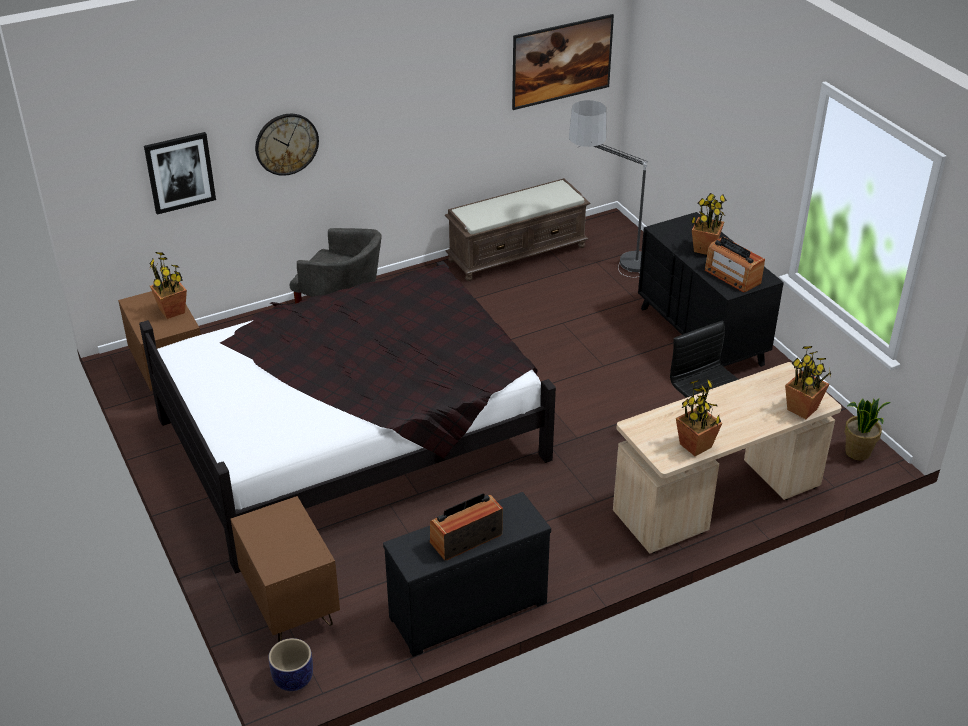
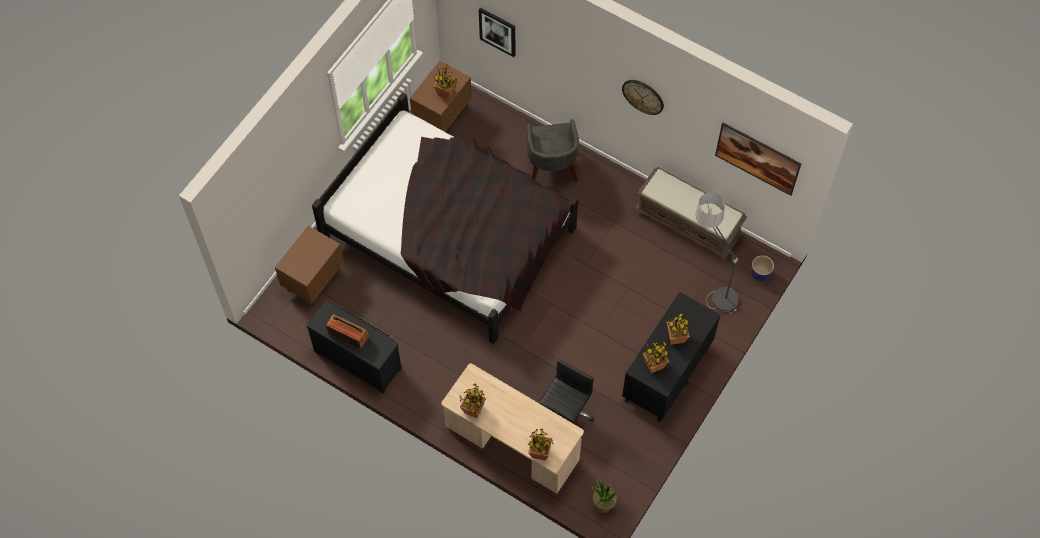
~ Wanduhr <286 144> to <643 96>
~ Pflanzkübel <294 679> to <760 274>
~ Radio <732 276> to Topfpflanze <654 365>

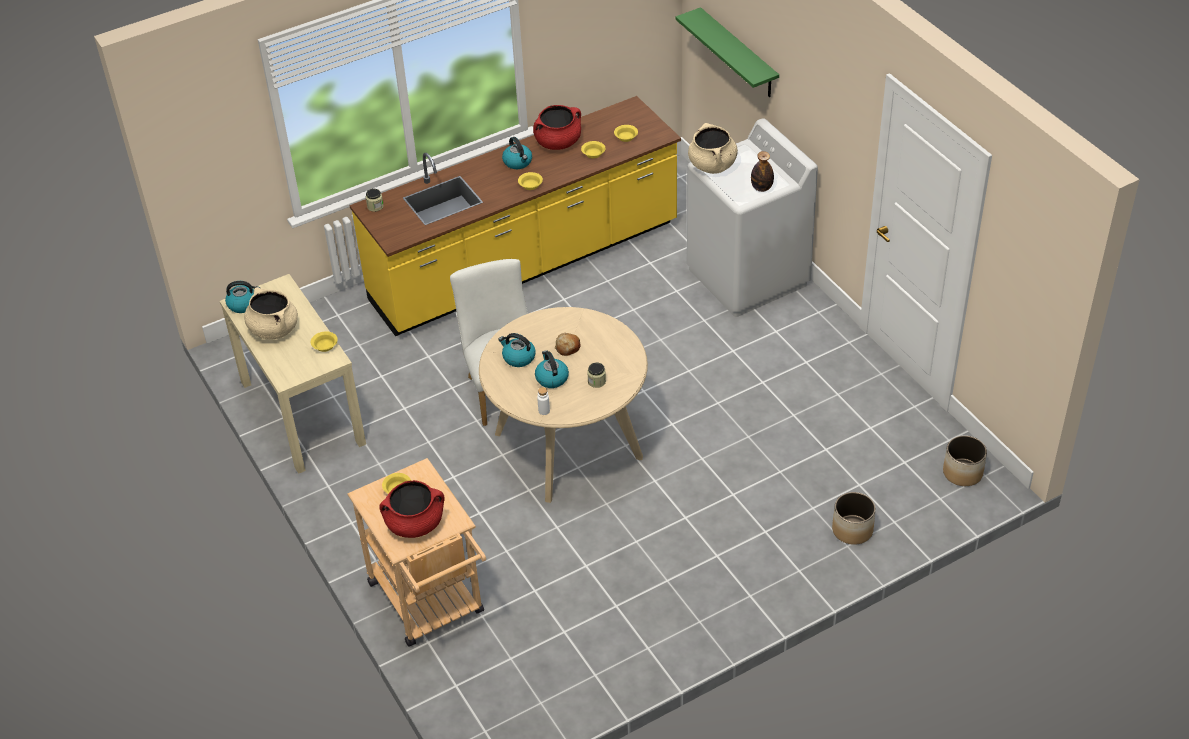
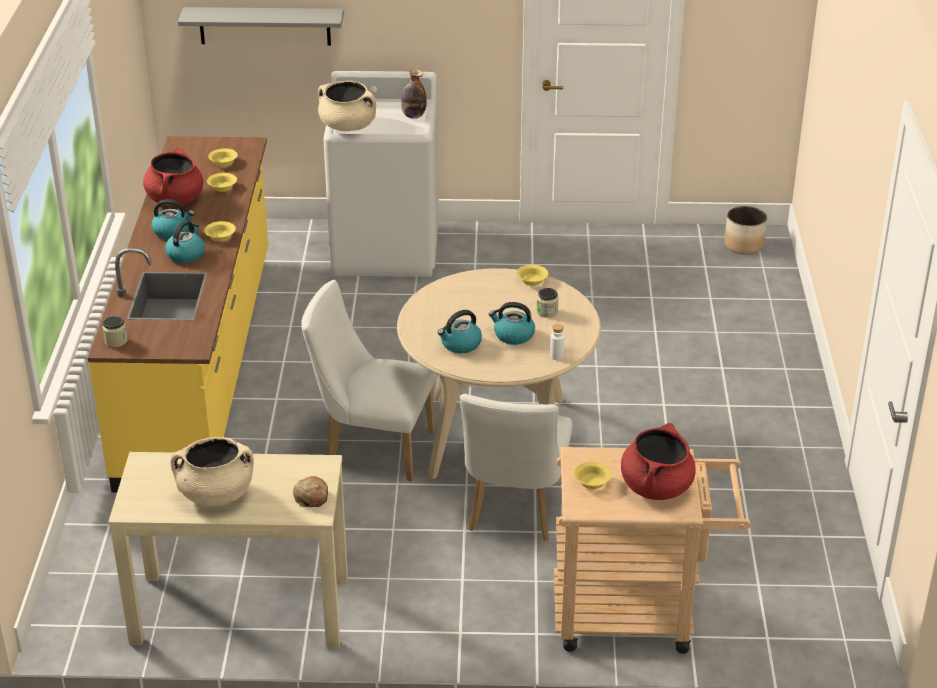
~ Wasserkessel <243 304> to <186 254>
~ Schüssel/gelb <324 346> to <531 281>
~ Brot <567 347> to <311 497>
~ Wandregal/grün <738 54> to Wandregal/grau <265 26>
- Pflanzkübel <852 530>
+ Stuhl/weiß <514 512>

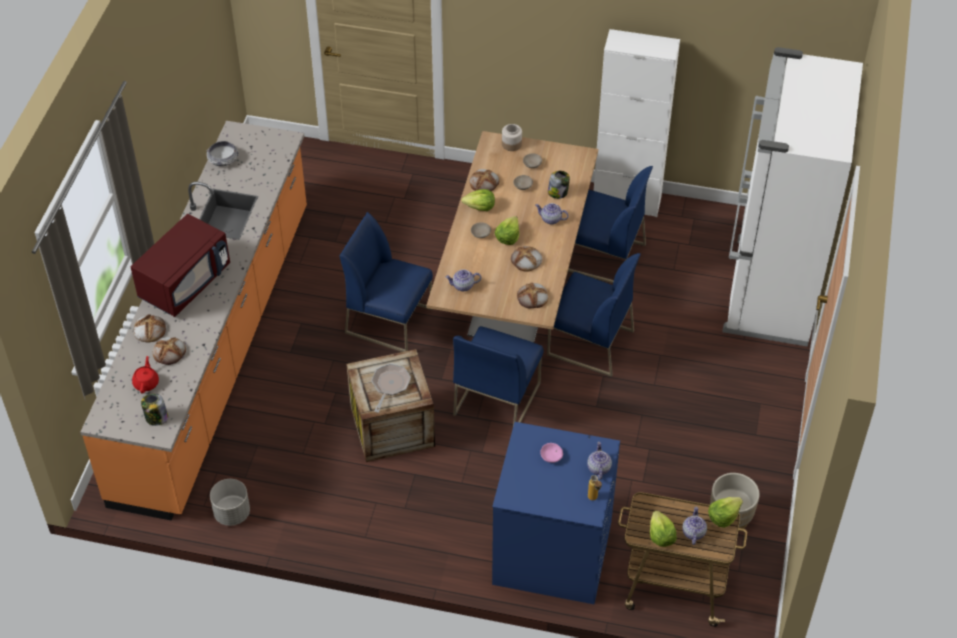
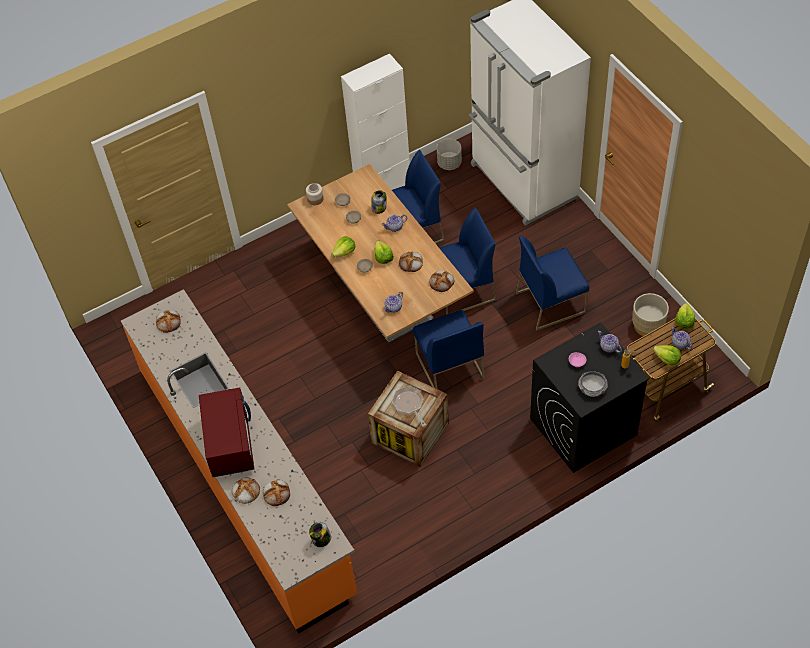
- Teekanne/rot <146 383>
~ Schüssel <223 159> to <592 387>
~ Pflanzkübel/grau <232 513> to <449 163>
~ Stuhl/blau <390 320> to <550 302>
~ Brot <484 182> to <168 322>
~ Waschmaschine/blau <551 553> to Waschmaschine/schwarz <583 427>

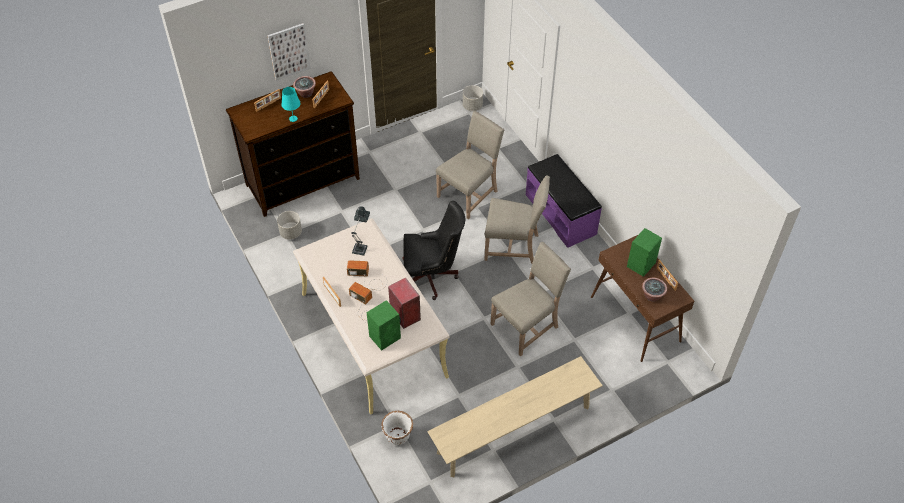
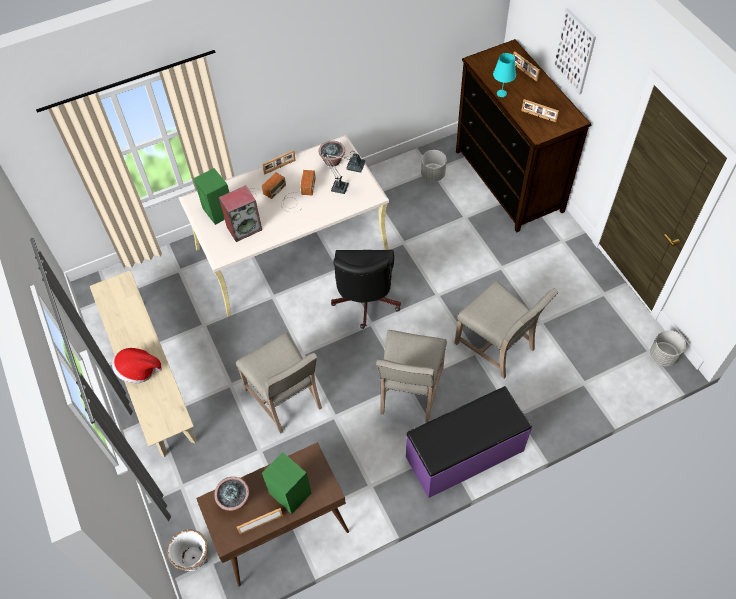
~ Topfpflanze <305 93> to <332 161>
~ Pflanzkübel/weiß <398 436> to <194 558>
+ Hut <138 371>

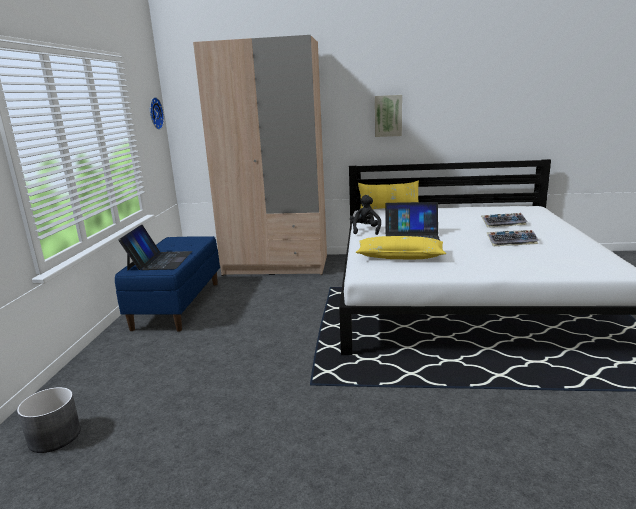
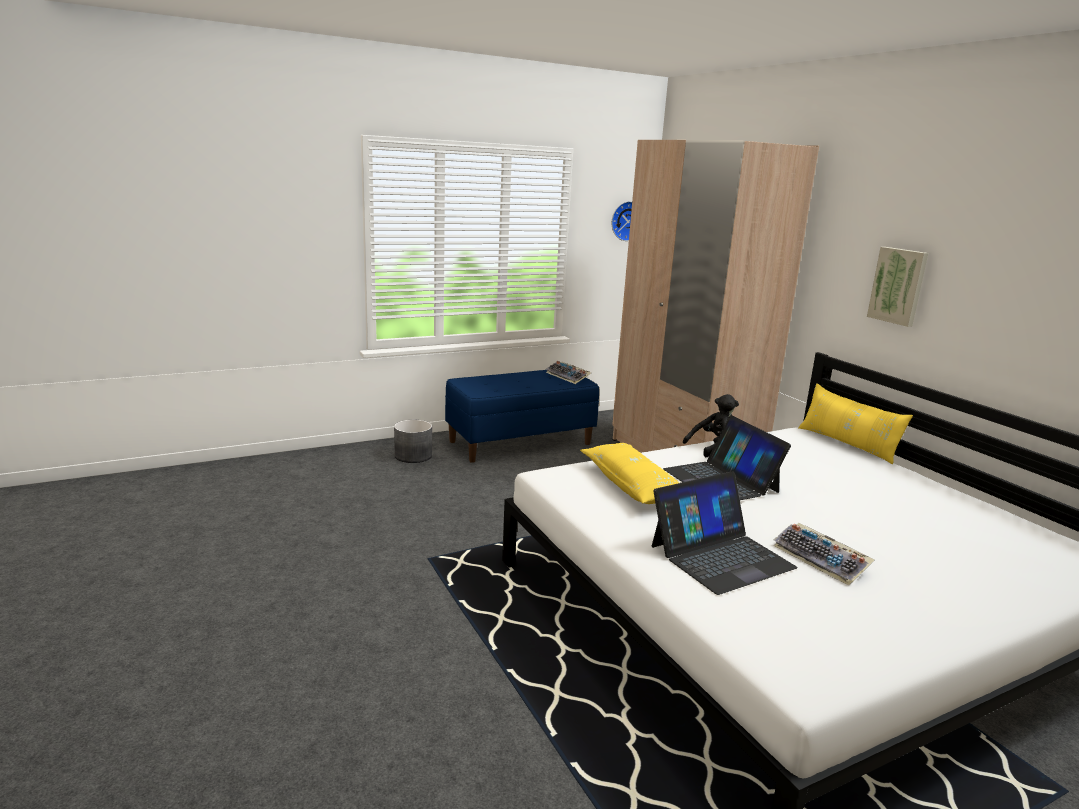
~ Pflanzkübel/grau <55 436> to <413 456>
~ Laptop <159 260> to <721 556>
~ Tastatur <503 223> to <568 377>

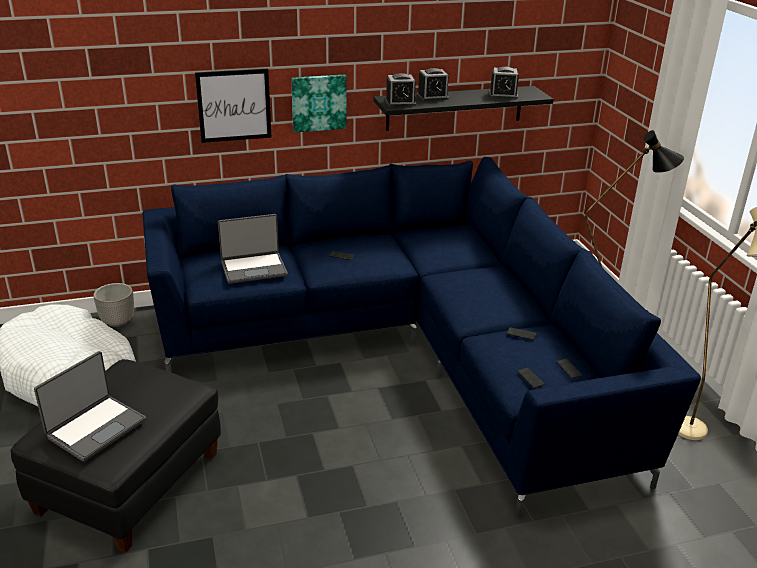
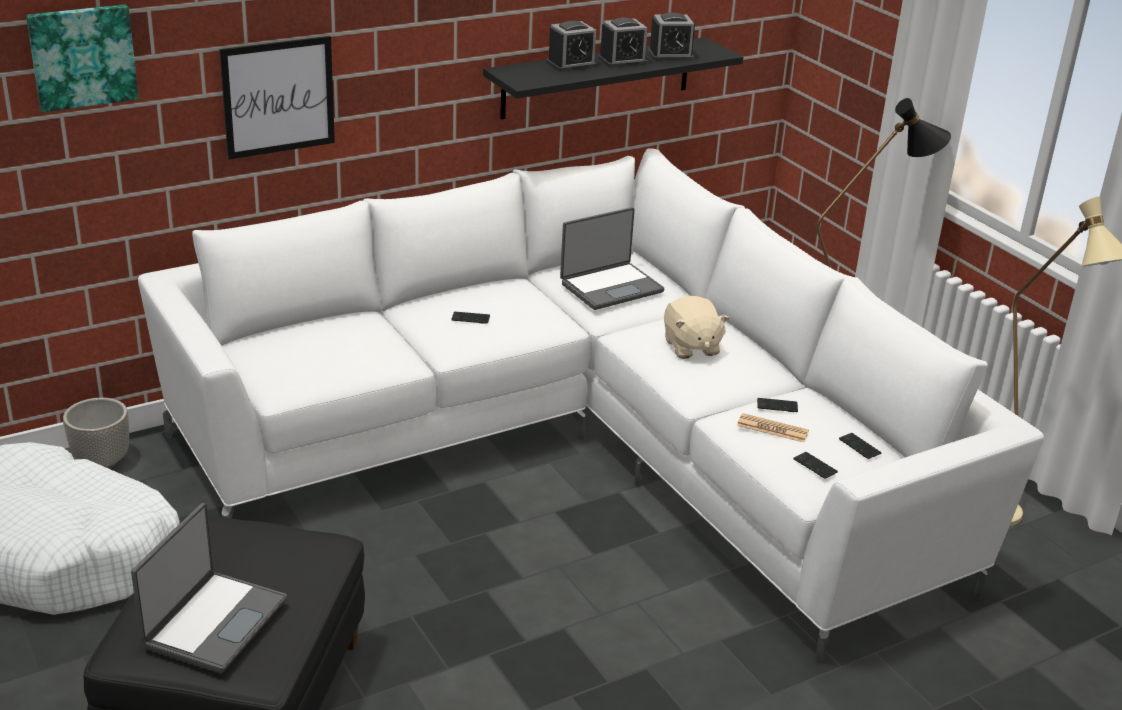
~ Sofa/blau <409 350> to Sofa/weiß <579 450>
~ Laptop <254 268> to <610 287>
~ Bild <318 102> to <82 56>
~ Wecker <400 103> to <622 61>
+ Plüschtier/beige <691 347>
+ Zeitung <772 429>

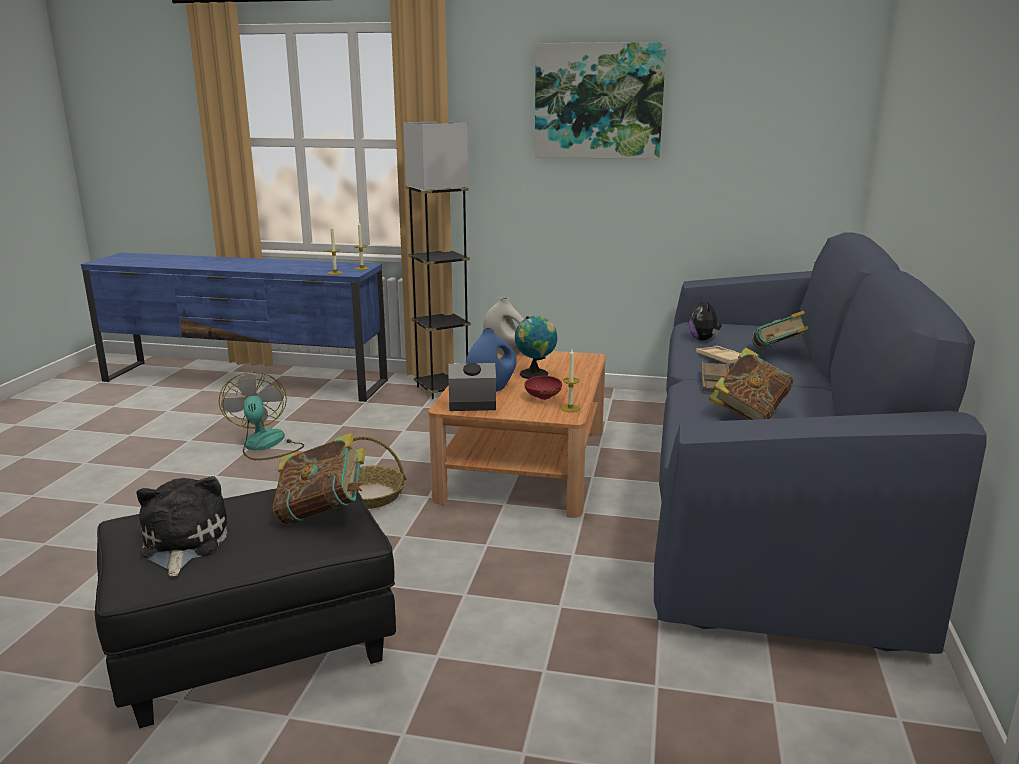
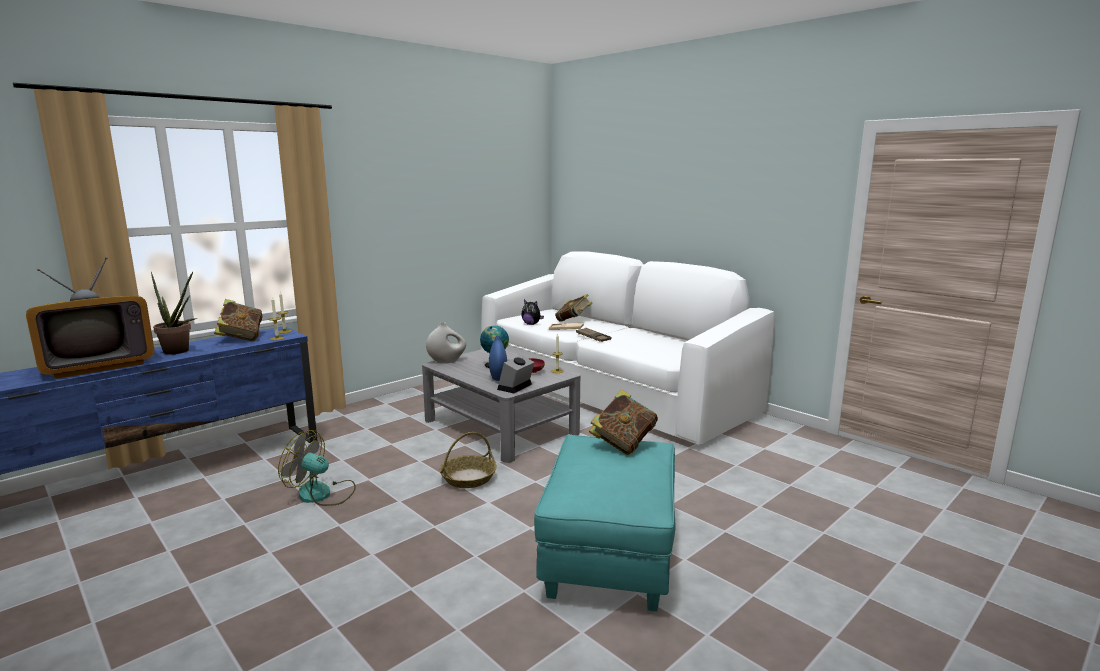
~ Polsterhocker/schwarz <256 650> to Polsterhocker/türkis <609 556>
- Plüschtier <182 544>
- Stehlampe/grau <442 389>
~ Couchtisch/braun <524 464> to Couchtisch/grau <500 427>
- Bild <598 101>
~ Sofa/blau <765 489> to Sofa/weiß <609 391>
~ Buch <749 414> to <241 338>
+ Fernseher <97 365>
+ Topfpflanze <180 352>

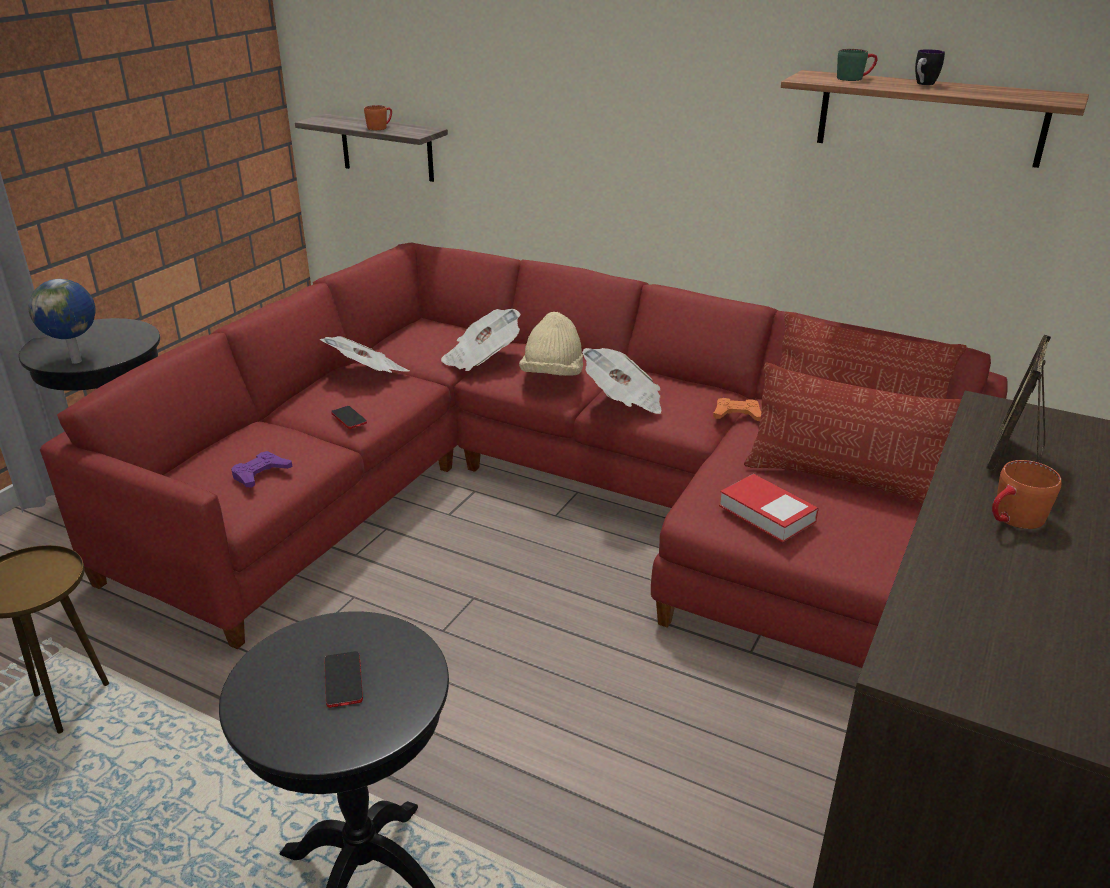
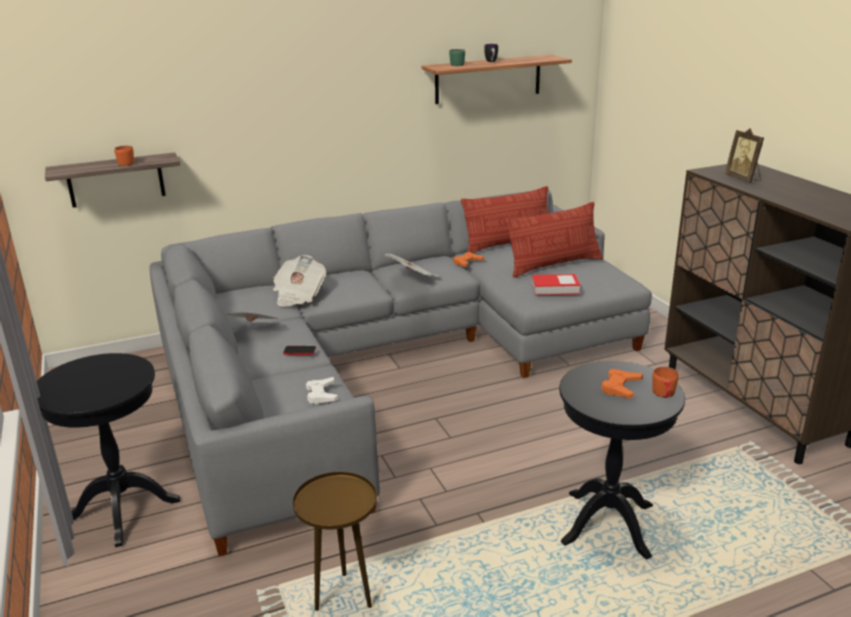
- Globus <78 361>
~ Sofa/rot <553 500> to Sofa/grau <385 363>
~ Gamepad/lila <260 474> to Gamepad/weiß <321 394>
~ Handy <343 680> to Gamepad/orange <621 387>
- Hut/beige <552 376>
~ Henkelbecher/orange <1012 520> to <664 395>

